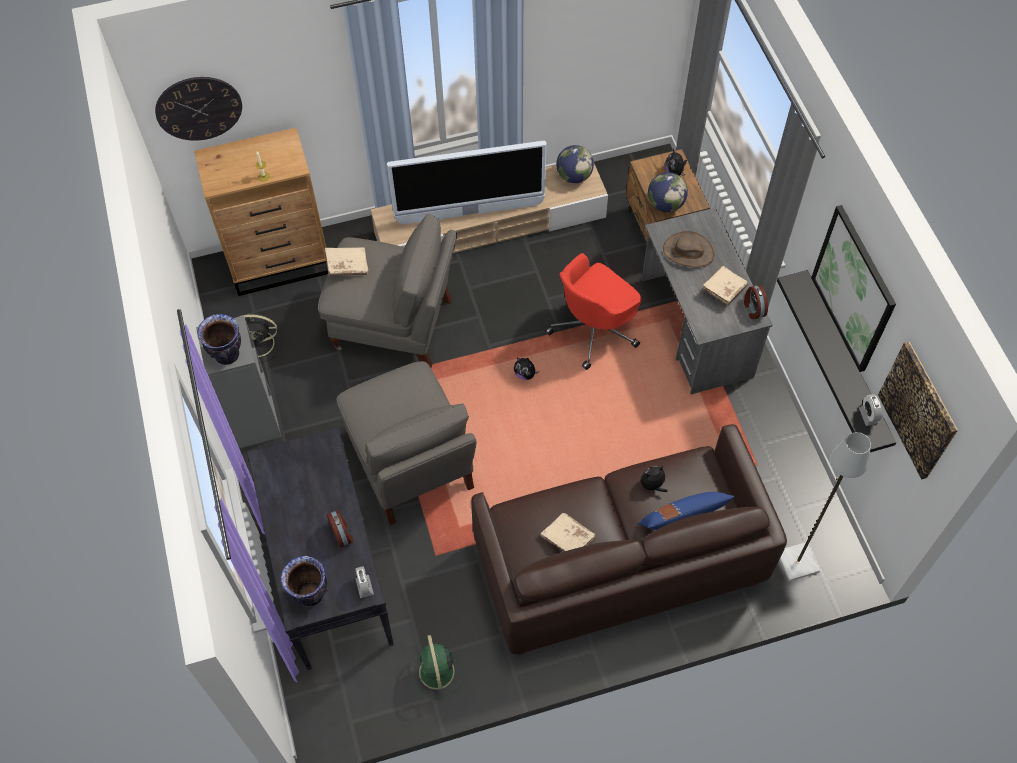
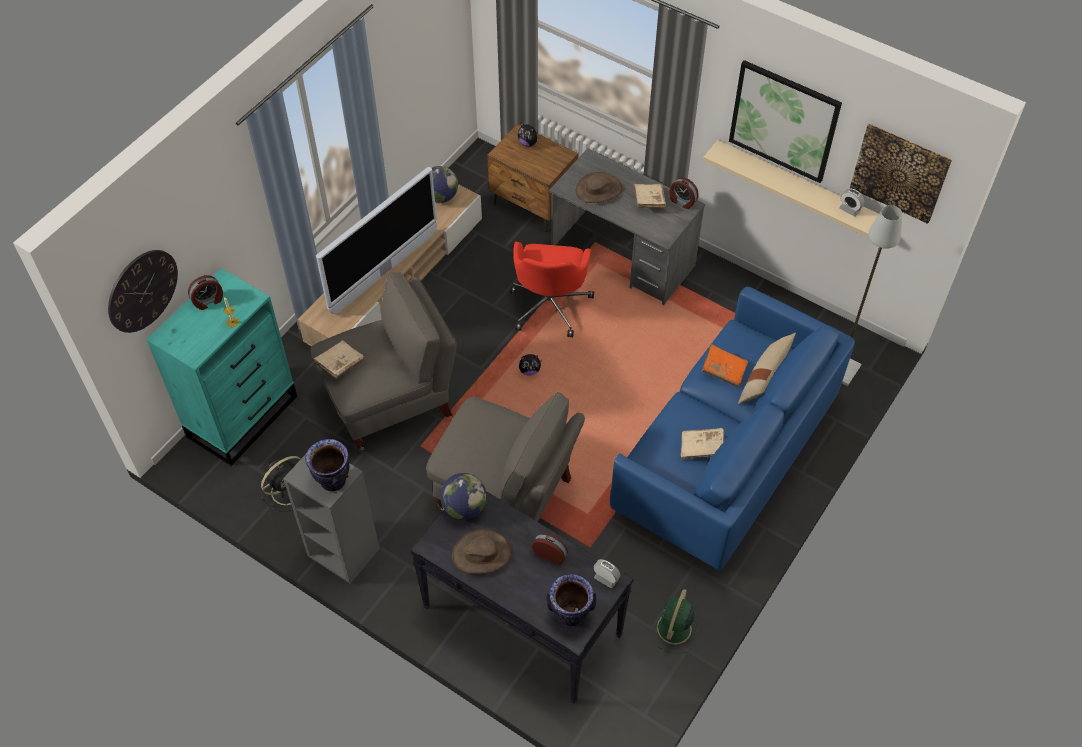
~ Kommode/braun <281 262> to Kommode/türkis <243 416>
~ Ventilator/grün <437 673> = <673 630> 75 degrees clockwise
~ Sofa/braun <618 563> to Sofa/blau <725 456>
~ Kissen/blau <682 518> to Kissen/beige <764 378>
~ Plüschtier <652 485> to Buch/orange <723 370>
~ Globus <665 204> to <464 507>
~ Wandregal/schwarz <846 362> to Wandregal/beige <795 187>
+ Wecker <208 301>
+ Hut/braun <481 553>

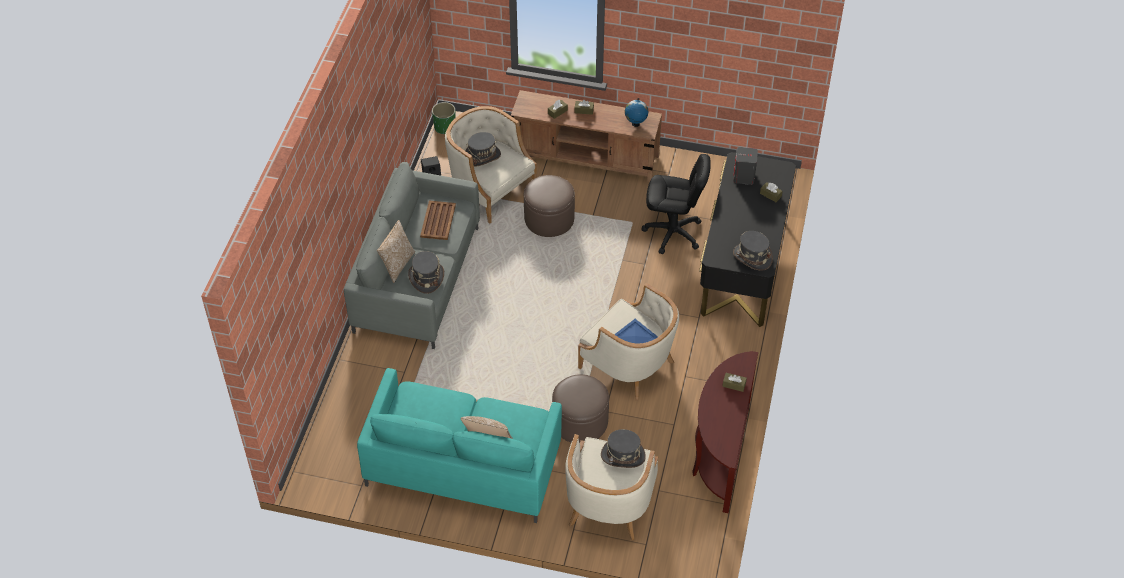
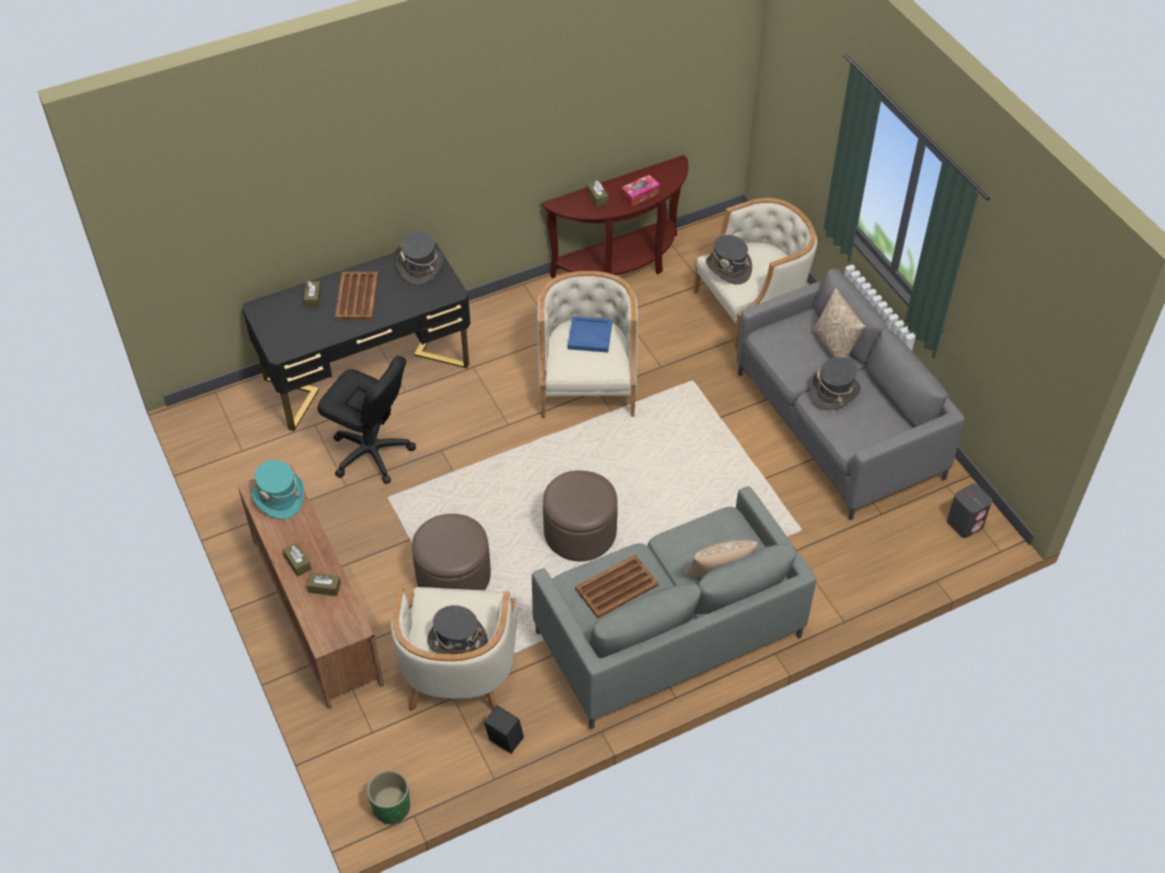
~ Sofa/türkis <463 467> to Sofa/grau <837 425>
~ Hut/grau <426 277> to <834 392>
~ Polsterhocker/braun <580 421> to <580 532>
~ Globus <635 124> to Hut/türkis <279 497>
~ Bürostuhl/schwarz <673 233> = <371 453> 150 degrees clockwise
~ Lautsprecher/grau <744 177> to <965 523>
+ Tablett/braun <357 296>
+ Taschentuchbox <640 194>

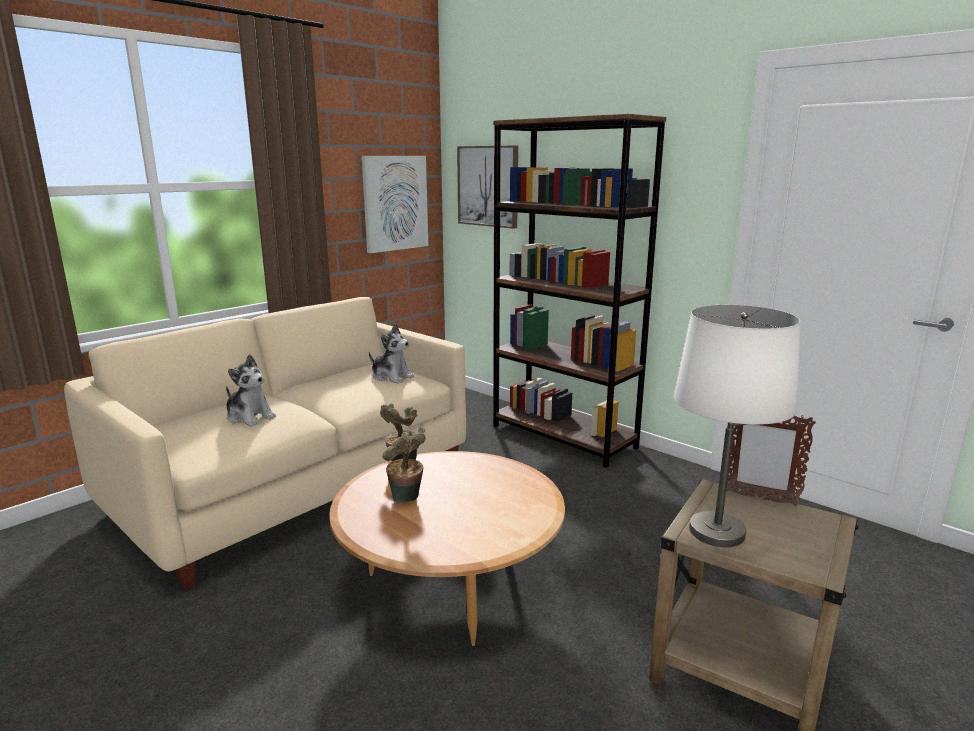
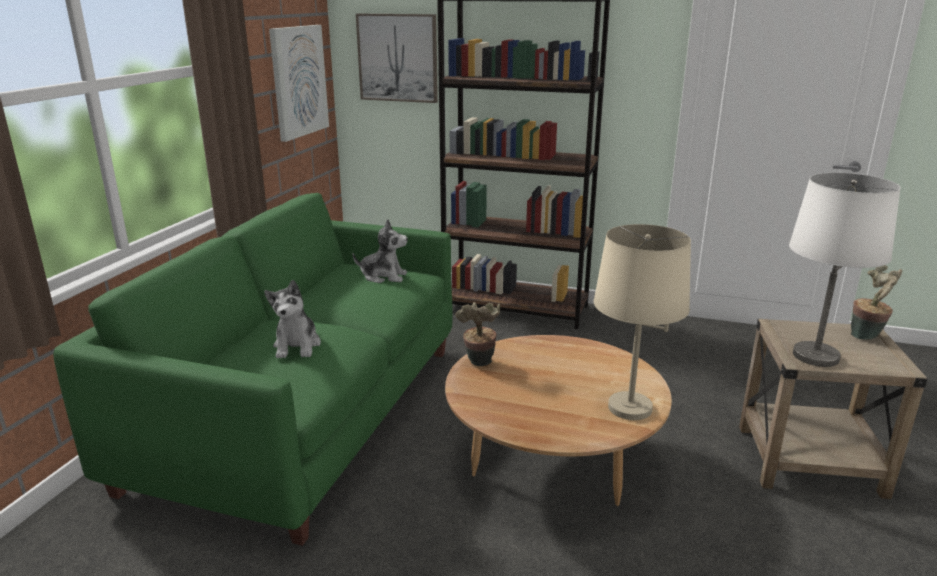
~ Sofa/beige <296 486> to Sofa/grün <304 413>
~ Plüschtier <250 417> = <297 346> 75 degrees clockwise
~ Topfpflanze <407 499> to <867 336>
- Bilderrahmen <759 498>
+ Tischlampe/beige <629 408>

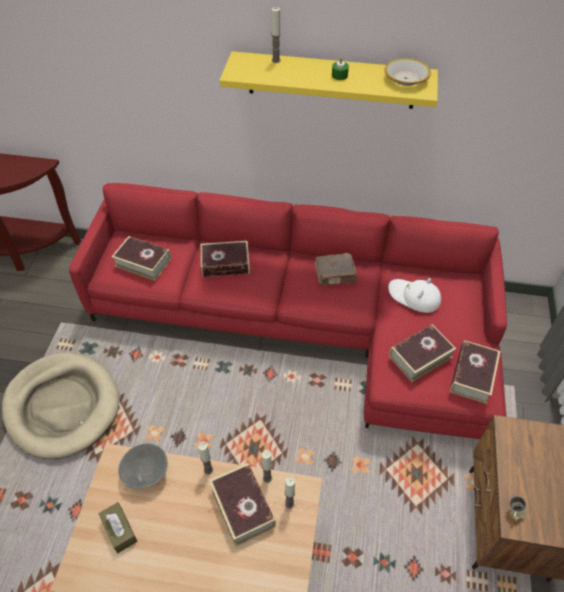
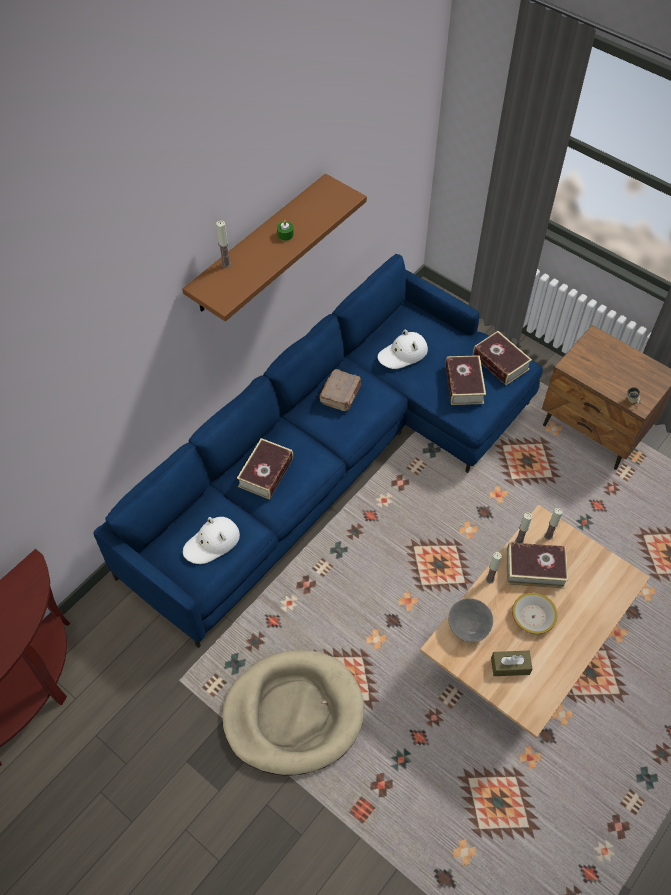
~ Sofa/rot <307 323> to Sofa/blau <333 459>
~ Buch <143 262> to Hut/weiß <212 543>
~ Wandregal/gelb <331 80> to Wandregal/braun <258 245>
~ Schüssel <405 79> to <533 617>

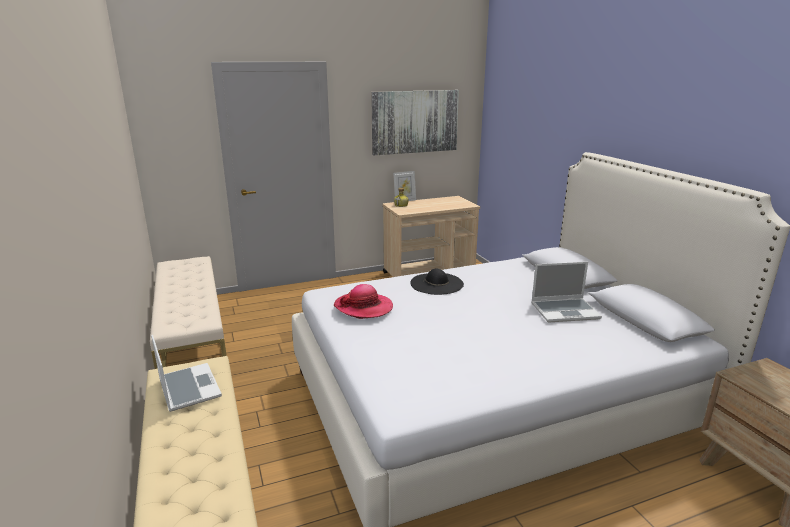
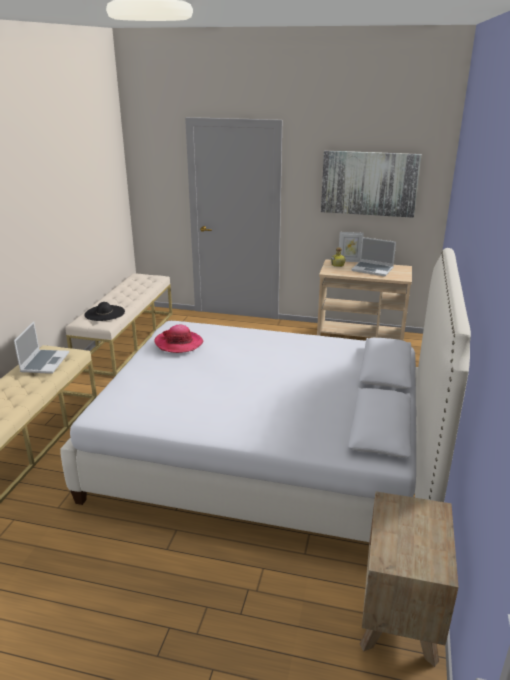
~ Hut/schwarz <437 283> to <104 313>
~ Laptop <565 311> to <373 269>

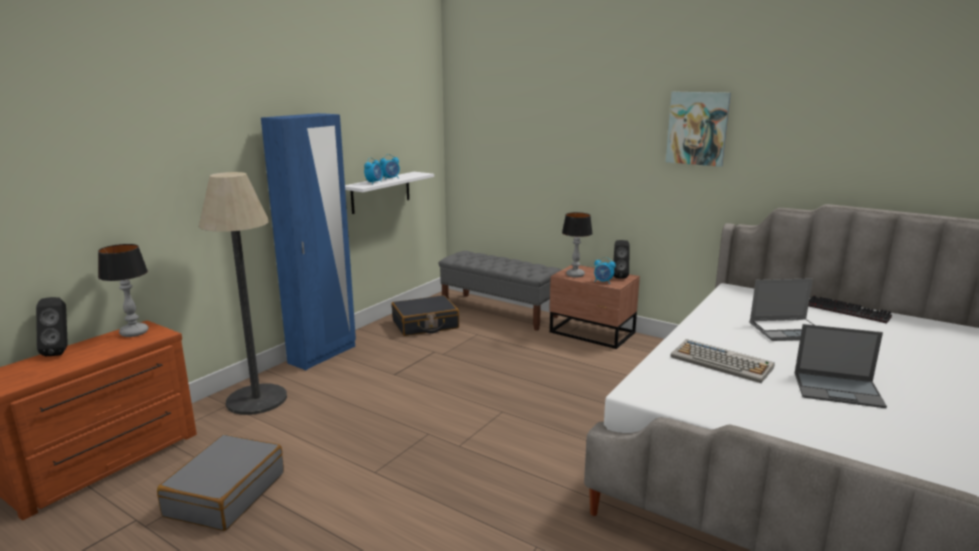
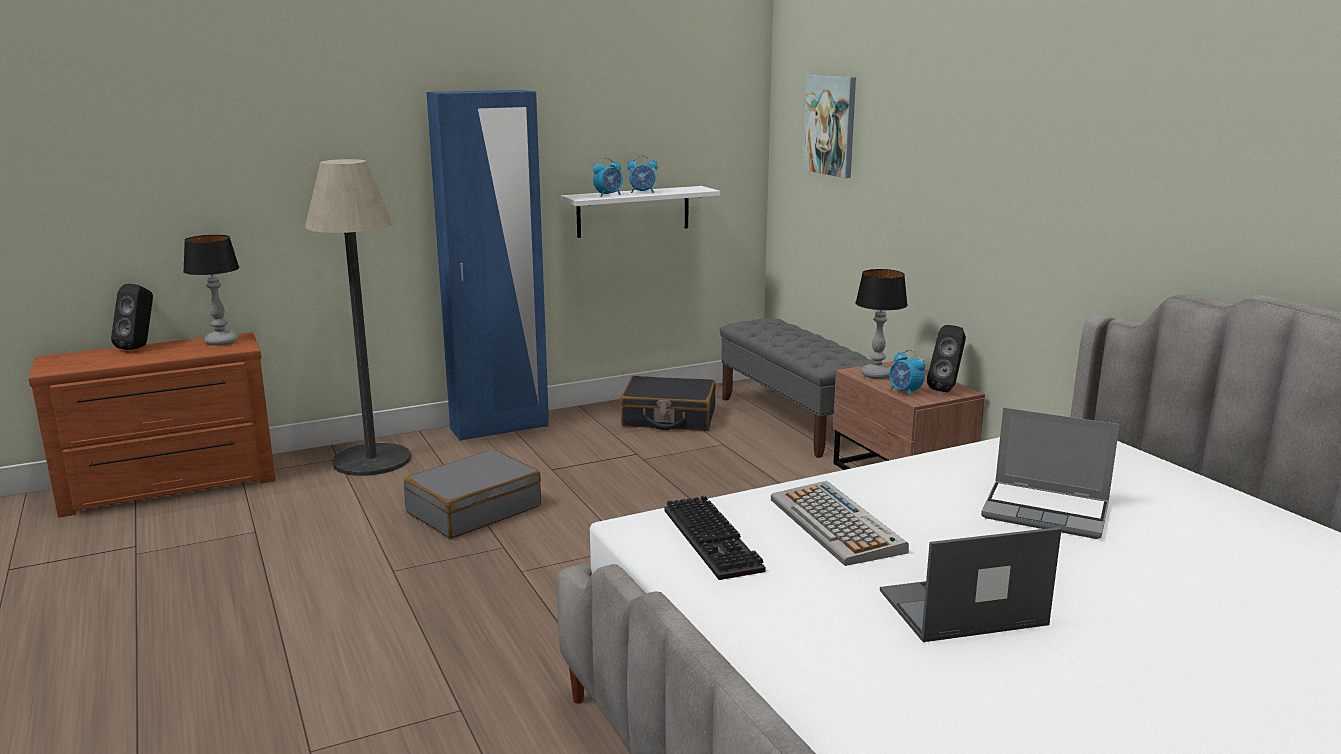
~ Koffer/grau <225 494> to <473 509>
~ Bild <697 128> to <830 125>
~ Laptop <838 390> = <960 608> 120 degrees clockwise
~ Tastatur <849 311> to <715 541>

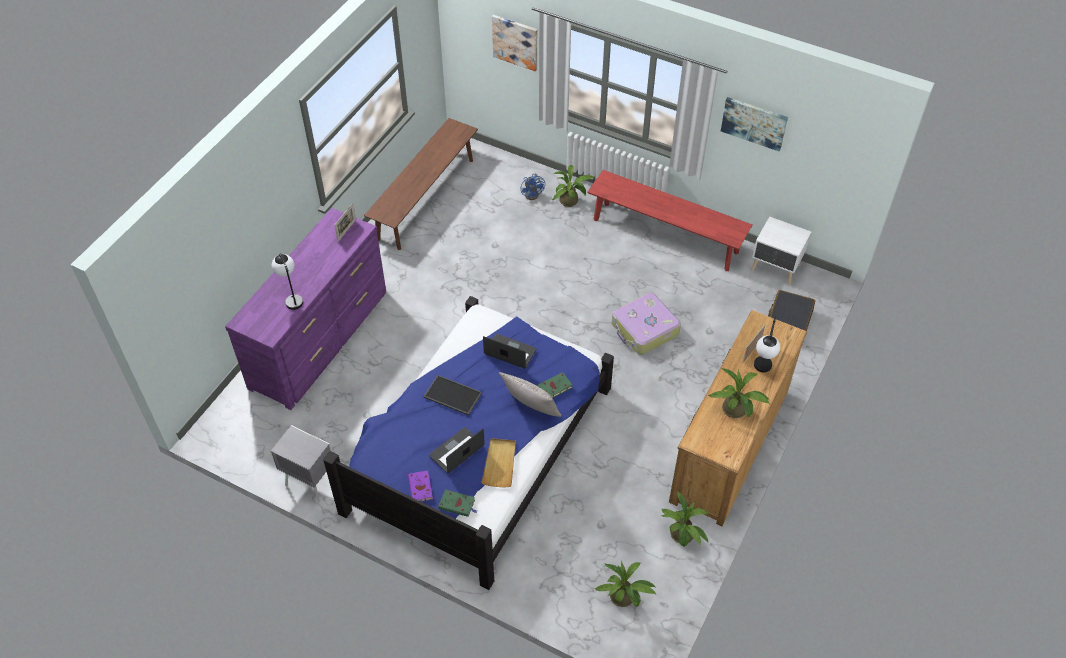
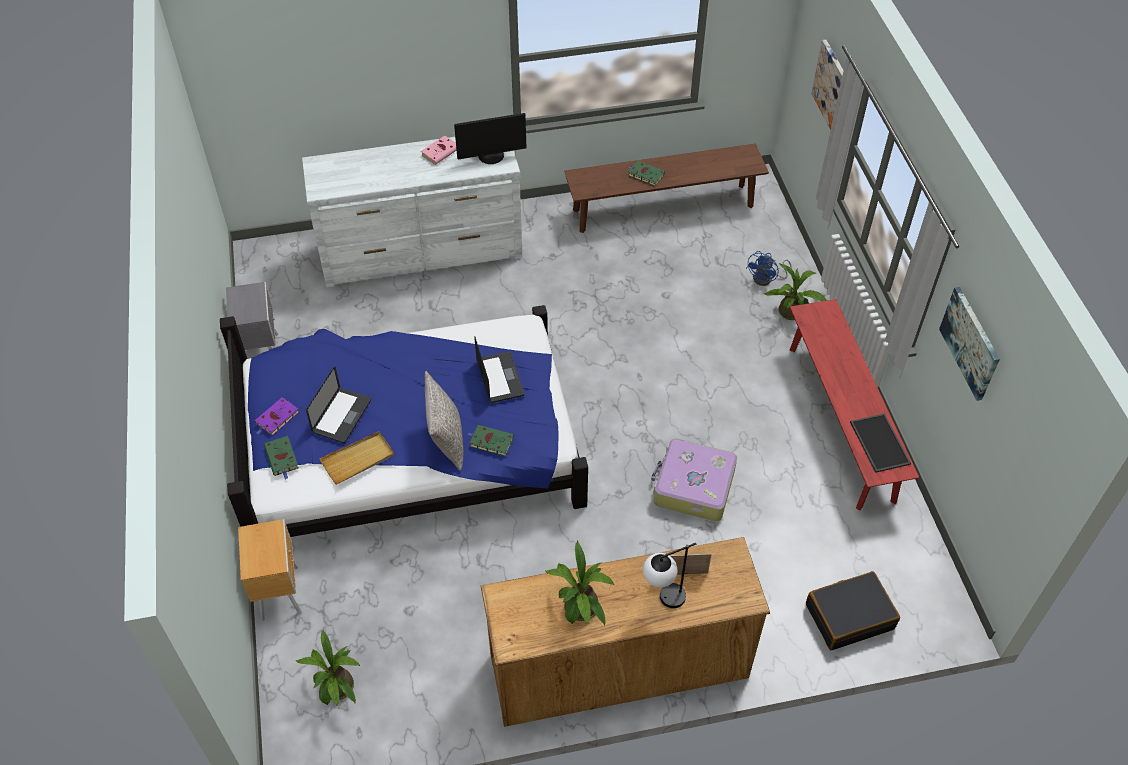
~ Kommode/lila <320 339> to Kommode/weiß <422 251>
- Tischlampe <292 298>
~ Bilderrahmen <346 230> to Monitor <491 156>
~ Tablett <451 395> to <878 442>
~ Laptop <457 451> = <342 416> 105 degrees clockwise
- Topfpflanze <682 537>
- Nachttisch/weiß <775 269>
+ Nachttisch/braun <280 592>
+ Buch/rosa <441 151>
+ Buch/grün <645 174>

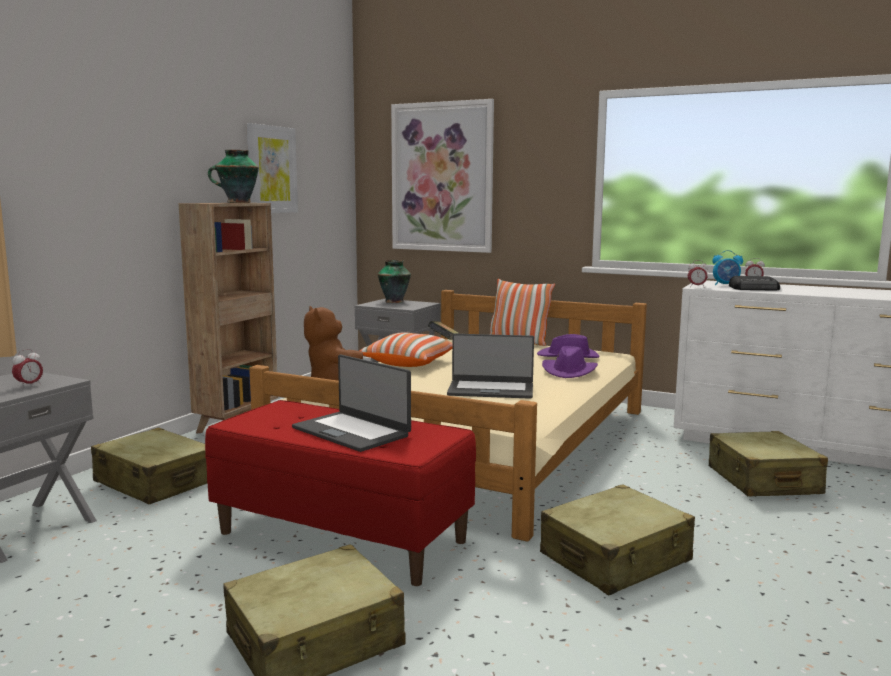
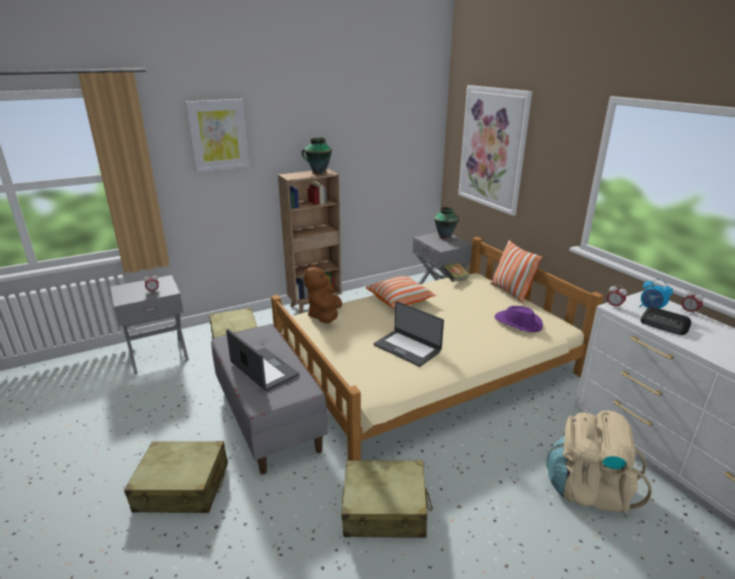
~ Bank/rot <342 536> to Bank/grau <269 419>
~ Bild <271 169> to <218 135>
~ Laptop <352 431> = <263 369> 150 degrees clockwise
- Hut/lila <569 371>
~ Koffer/beige <763 481> to Rucksack/beige <589 489>

